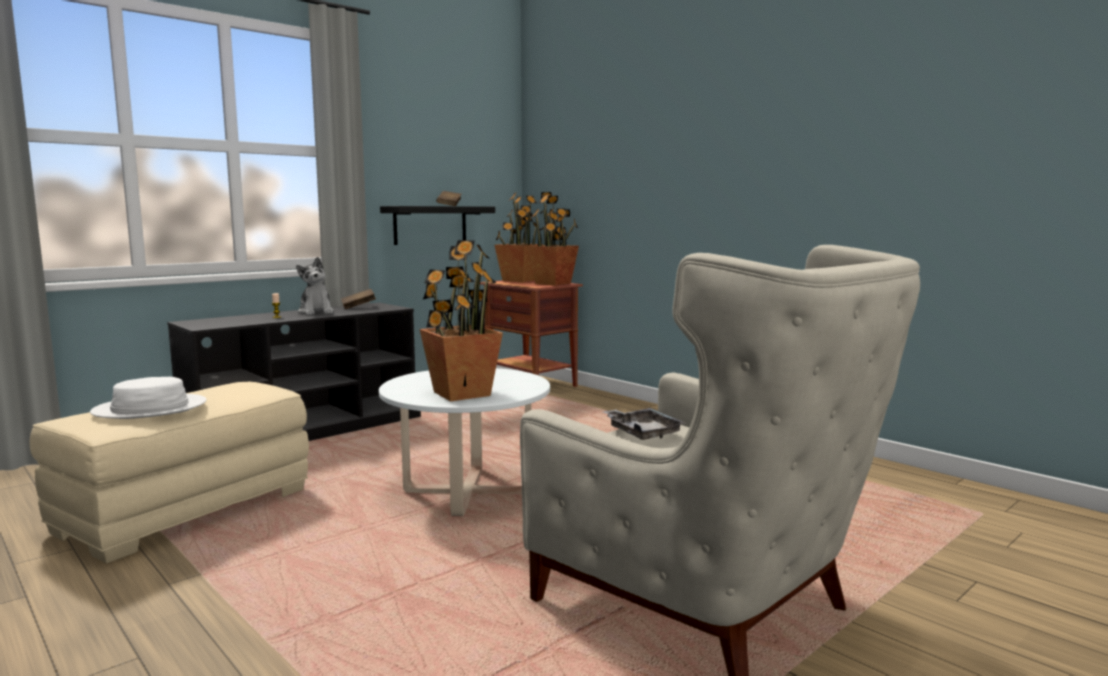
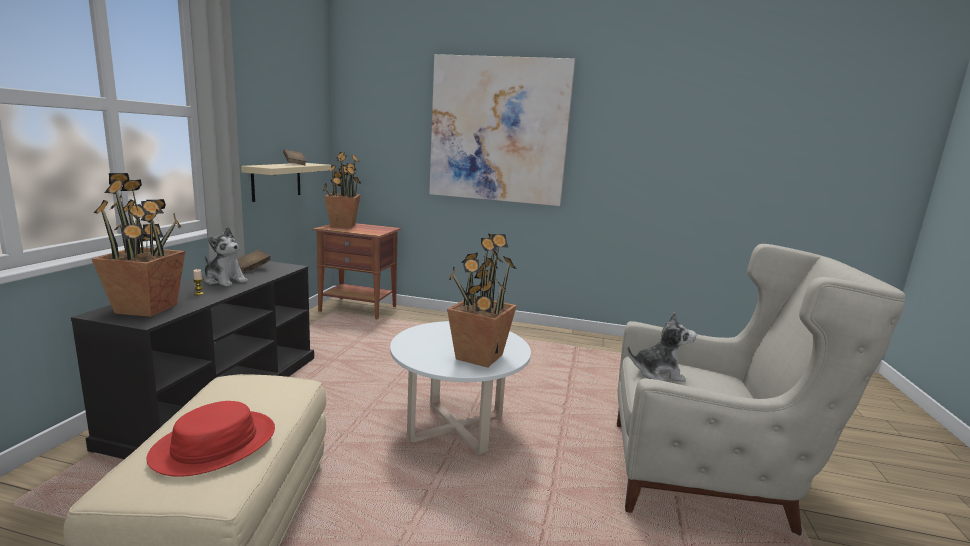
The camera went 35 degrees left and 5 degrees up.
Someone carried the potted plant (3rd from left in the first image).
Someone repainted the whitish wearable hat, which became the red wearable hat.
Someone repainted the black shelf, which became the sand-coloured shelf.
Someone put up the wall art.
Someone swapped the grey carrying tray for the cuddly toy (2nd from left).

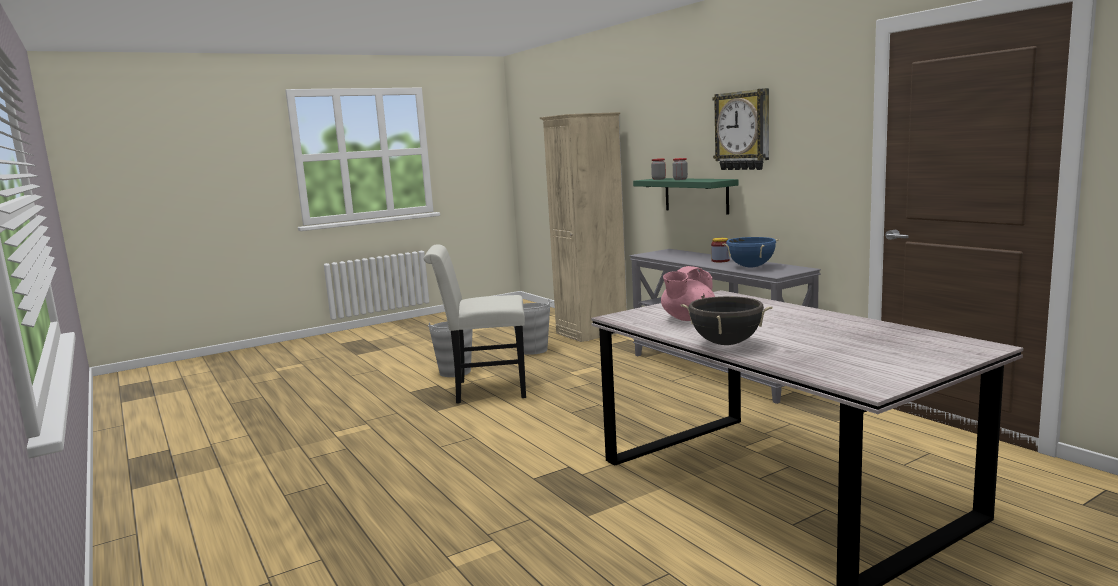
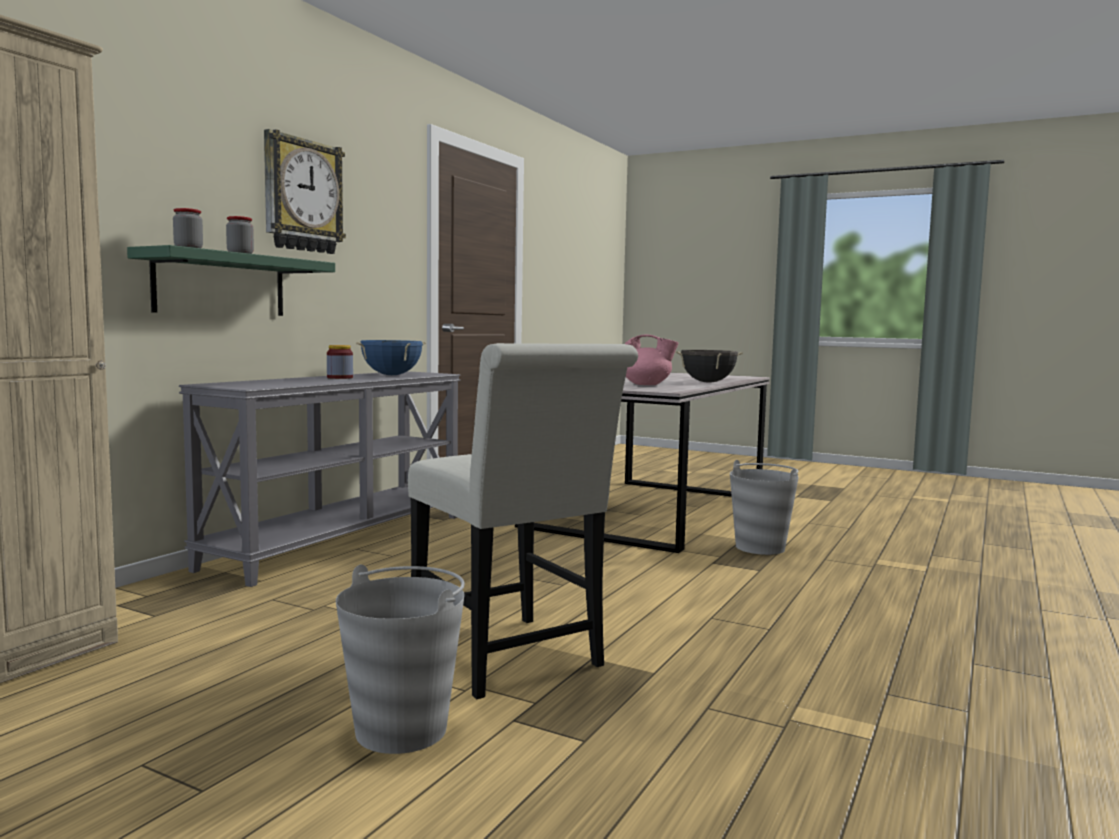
The camera went 120 degrees left and 5 degrees down.
Someone carried the grey water bucket (2nd from left).

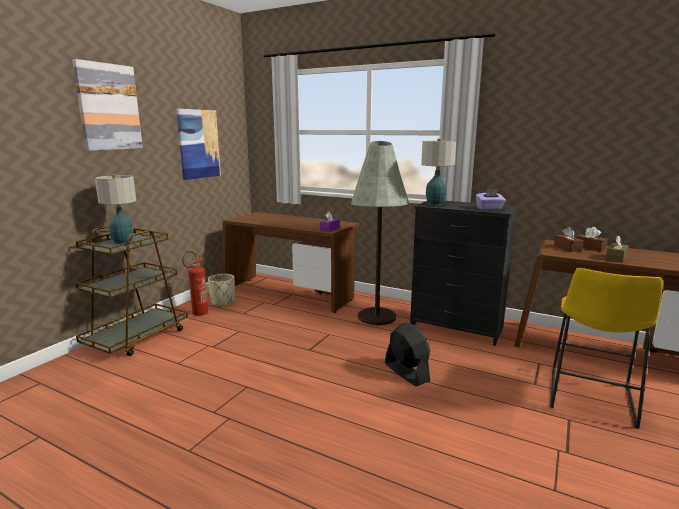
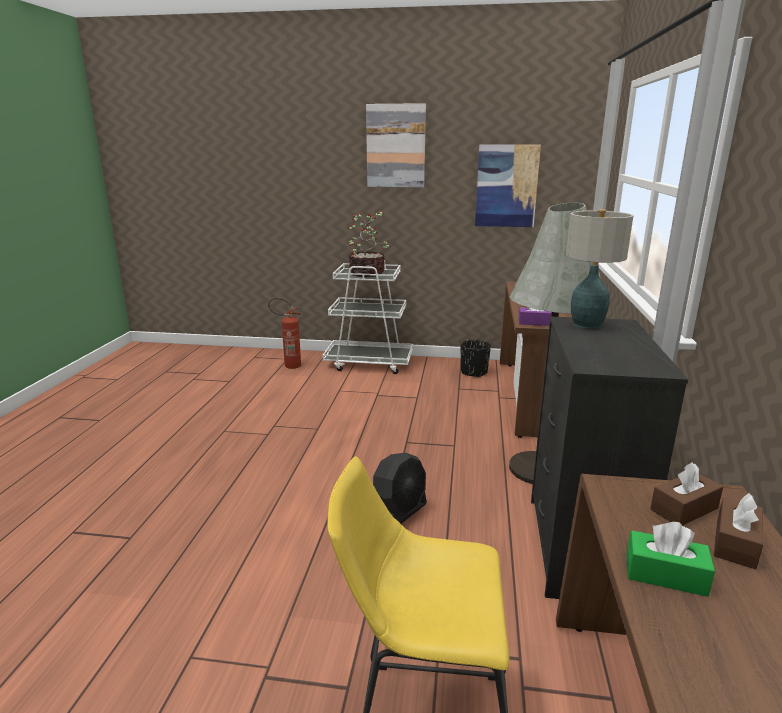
The camera went 70 degrees right and 5 degrees up.
Someone carried the fire extinguisher.
Someone repainted the brown-coloured trolley, which became the whitish trolley.
Someone swapped the lamp for a table (1st from left) for the potted plant.
Someone repainted the sand-coloured flower pot, which became the black flower pot.
Someone repainted the brown-coloured tissue holder (3rd from left), which became the green-coloured tissue holder.
Someone took away the purplish tissue holder (2nd from left).

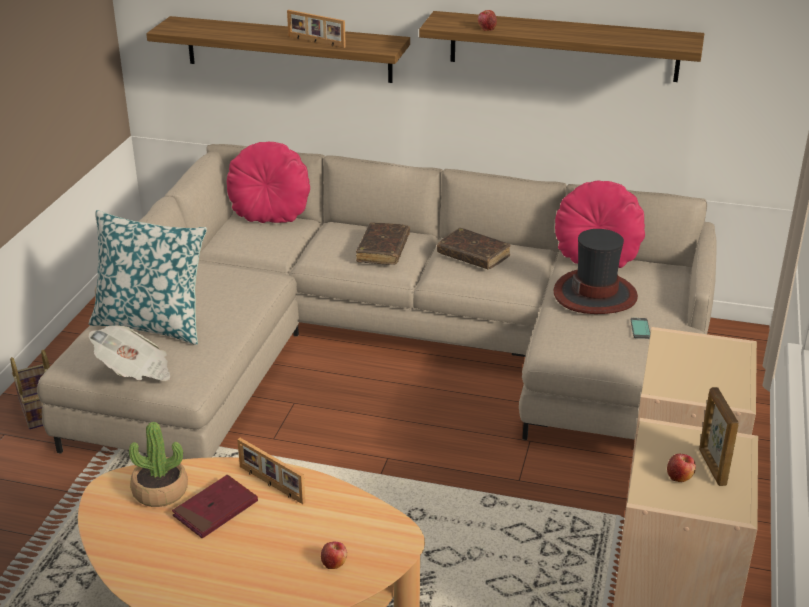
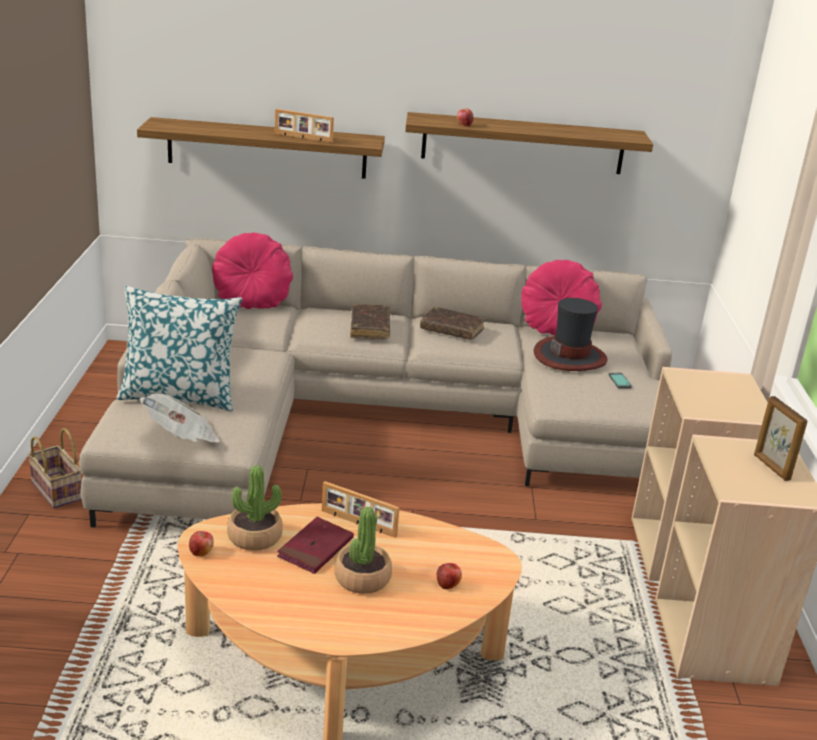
The camera went 15 degrees left and 5 degrees down.
Someone carried the apple fruit (3rd from left in the first image).
Someone put down the potted plant (2nd from left).

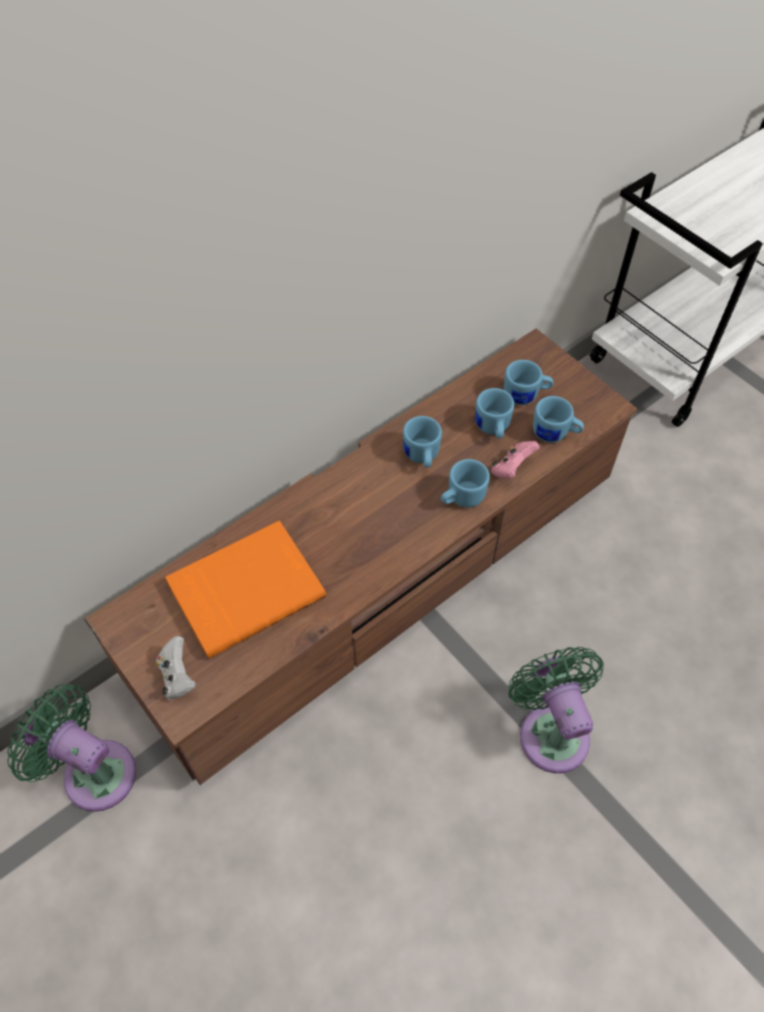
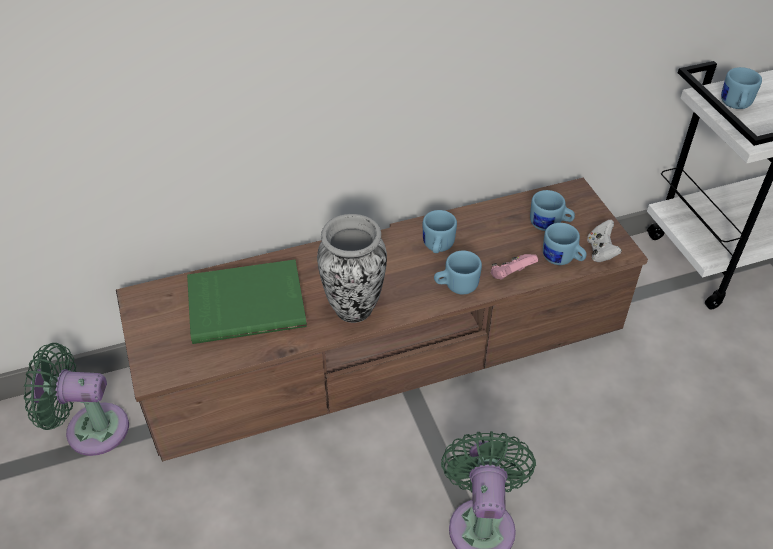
The camera went 20 degrees right and 10 degrees down.
Someone rotated the green-coloured electric fan (1st from left) by 45 degrees counterclockwise.
Someone repainted the orange bound book, which became the green-coloured bound book.
Someone put down the flower vase.
Someone carried the whitish joypad.
Someone carried the blue tea mug (3rd from left in the first image).

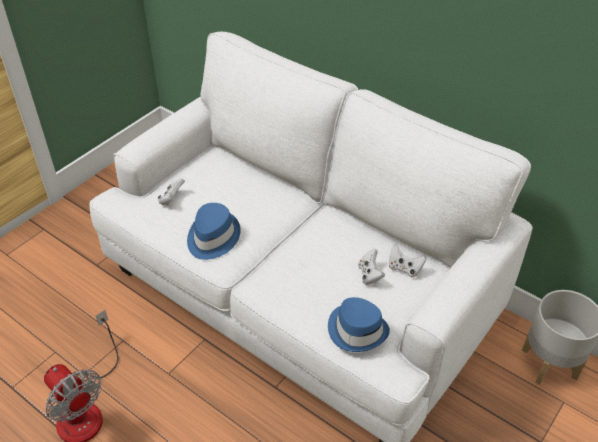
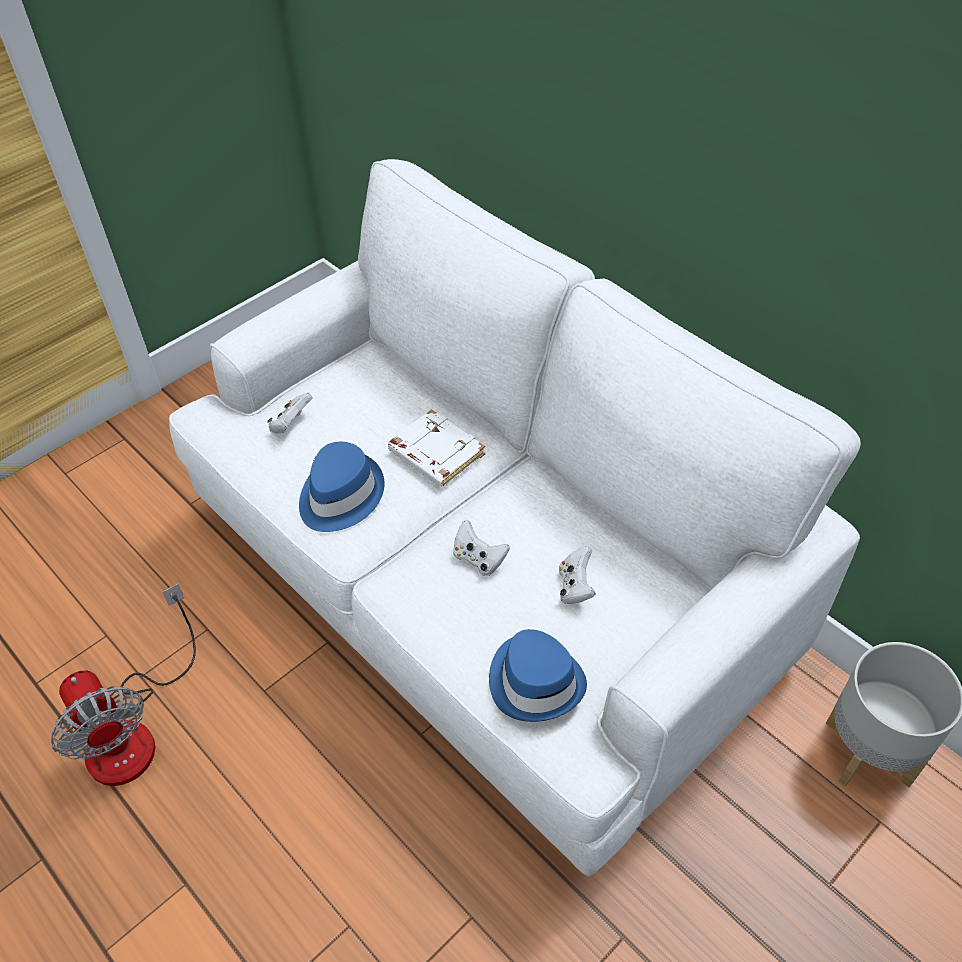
The camera went 10 degrees right and 5 degrees up.
Someone put down the whitish bound book.
Someone carried the whitish joypad (3rd from left in the first image).

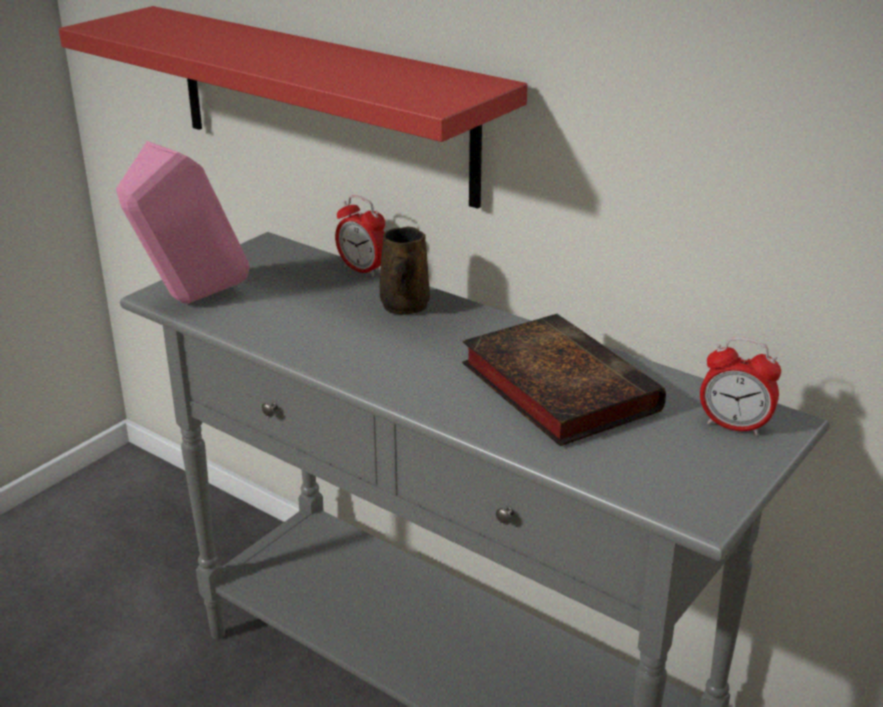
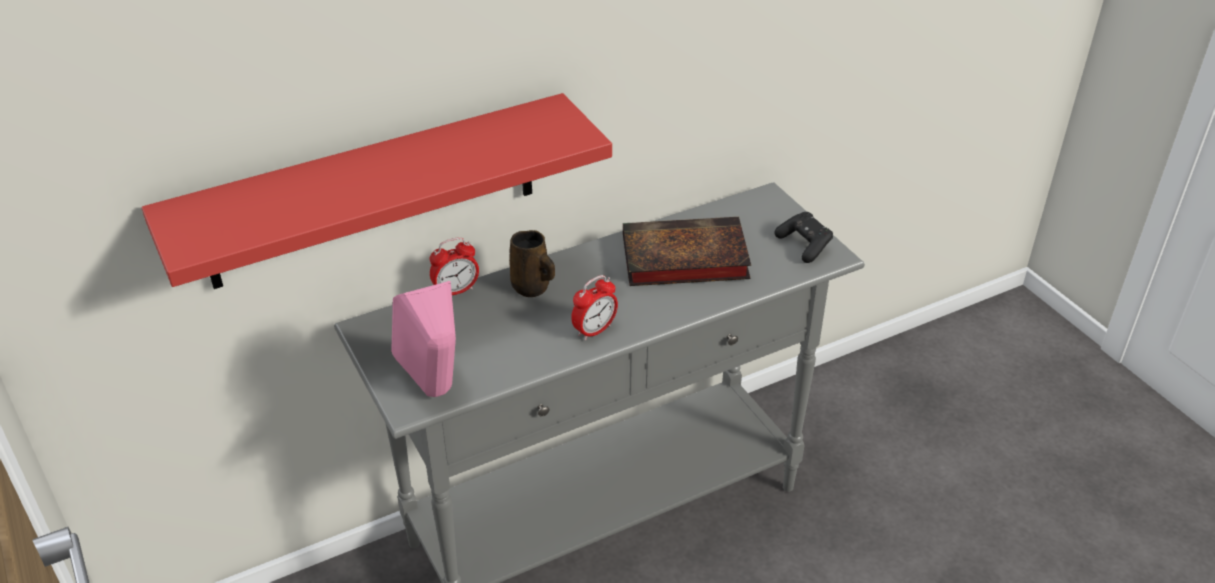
The camera went 65 degrees left and 10 degrees up.
Someone carried the table clock (2nd from left).
Someone put down the black joypad.

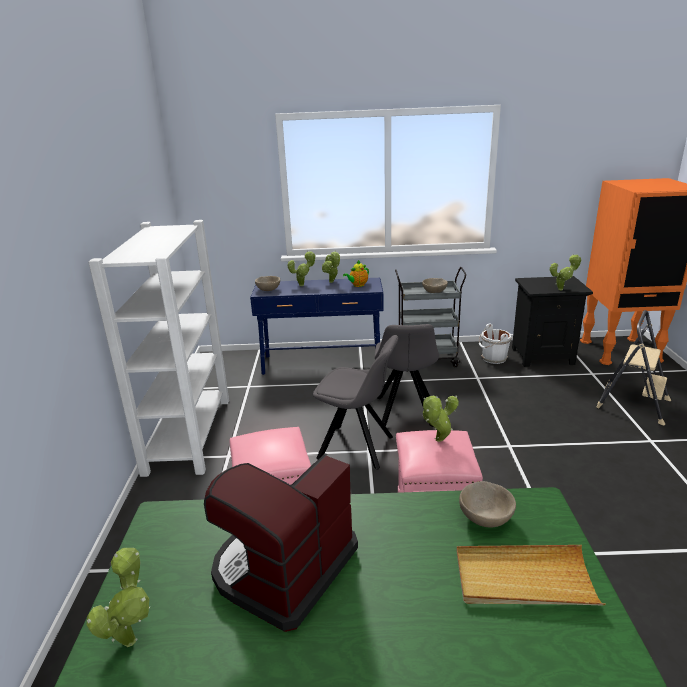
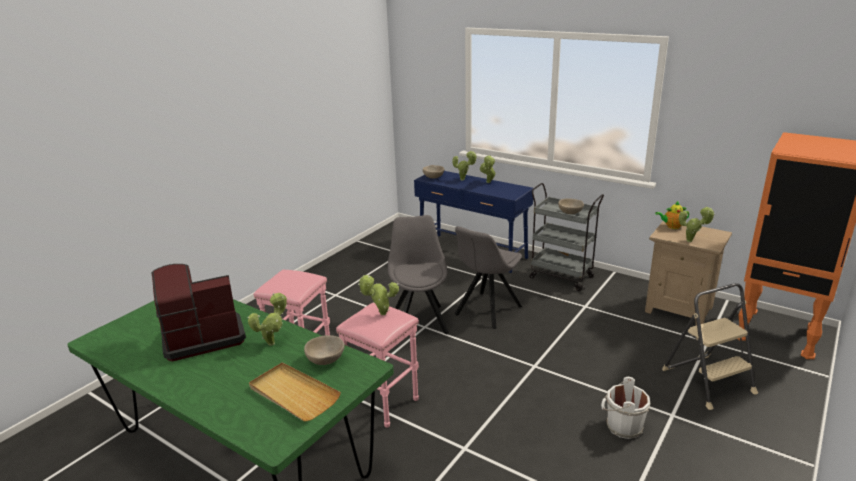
The camera went 35 degrees right and 0 degrees up.
Someone carried the potted plant (1st from left).
Someone rotated the grey upright chair (1st from left) by 150 degrees counterclockwise.
Someone carried the whitish water bucket.
Someone repainted the black nightstand, which became the sand-coloured nightstand.
Someone carried the tea pot.
Someone took away the whitish bookshelf.

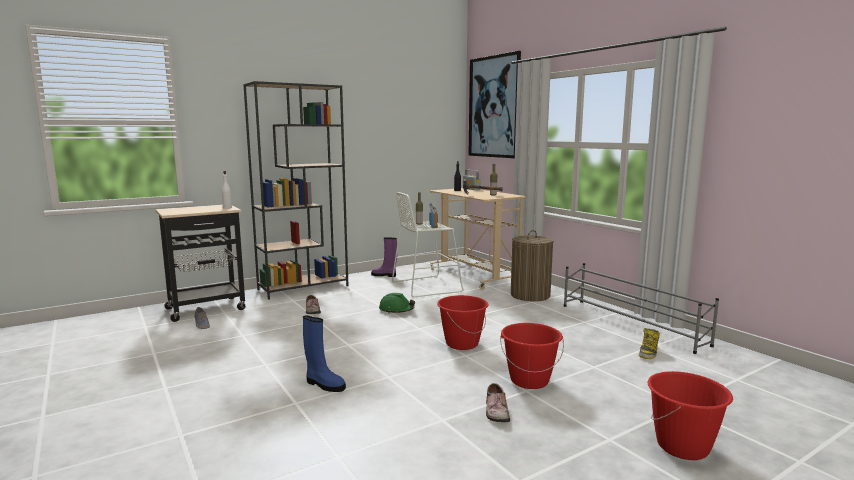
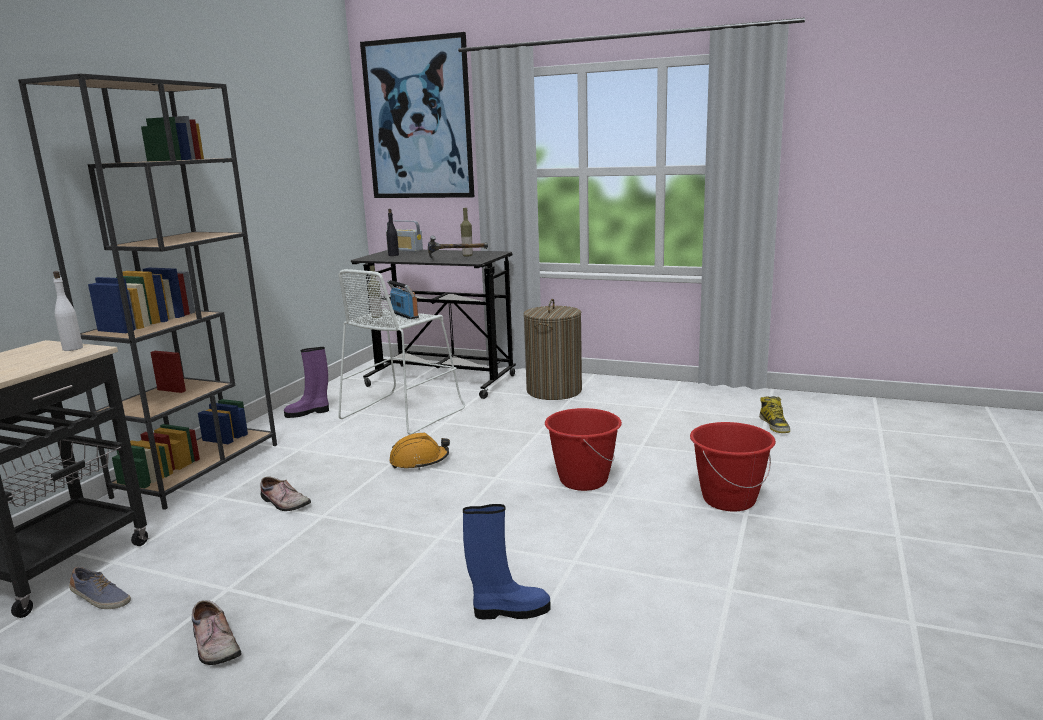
The camera went 35 degrees left and 5 degrees up.
Someone carried the low shoe (3rd from left in the first image).
Someone repainted the sand-coloured desk unit, which became the black desk unit.
Someone repainted the green-coloured work helmet, which became the orange work helmet.
Someone took away the grey shoe rack.
Someone took away the red water bucket (3rd from left).

